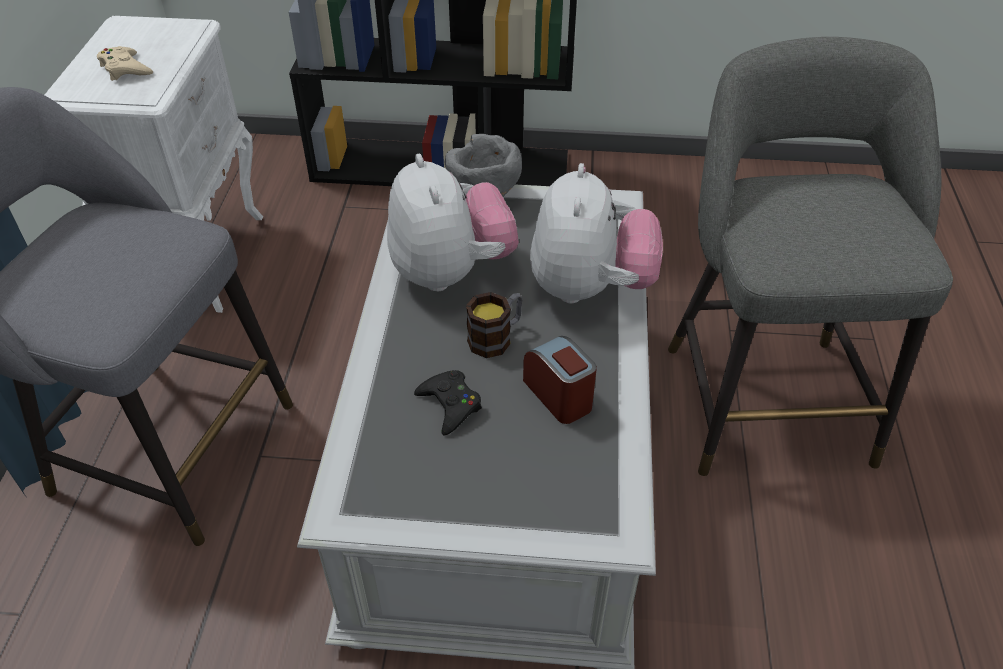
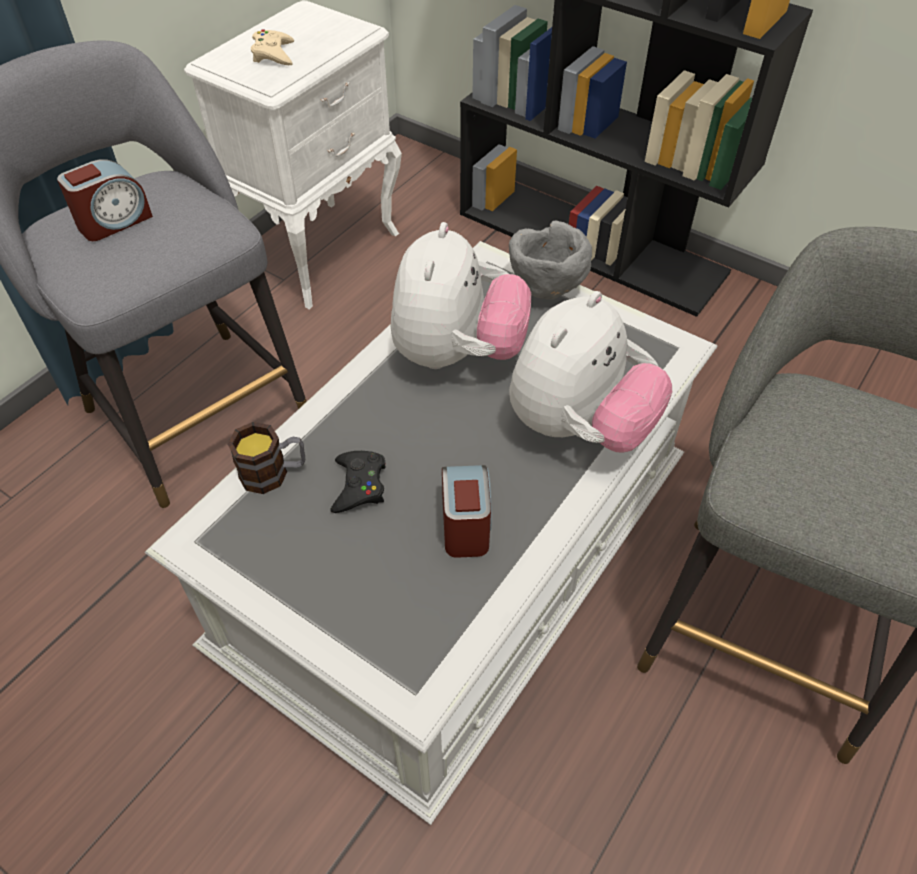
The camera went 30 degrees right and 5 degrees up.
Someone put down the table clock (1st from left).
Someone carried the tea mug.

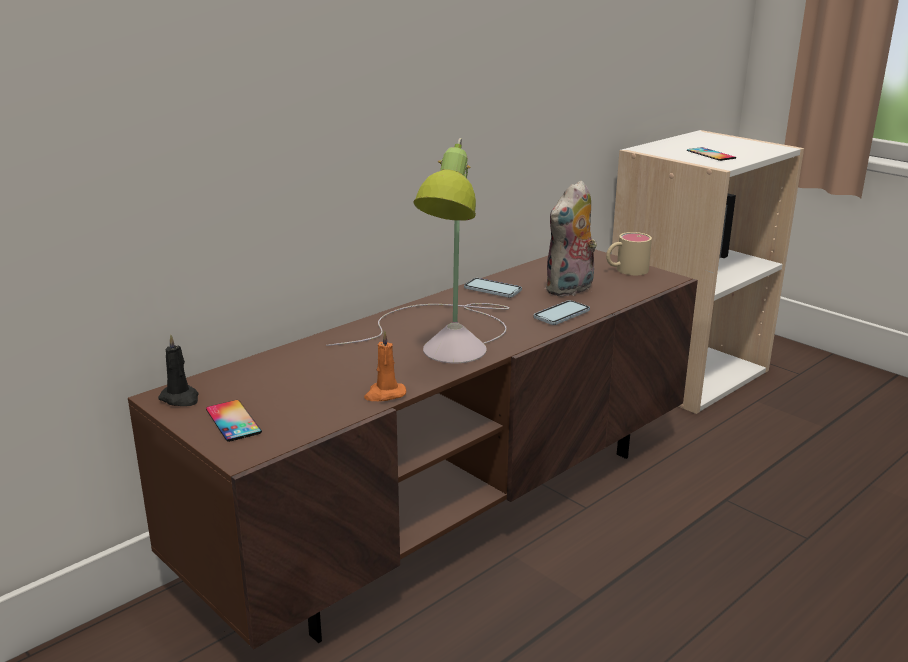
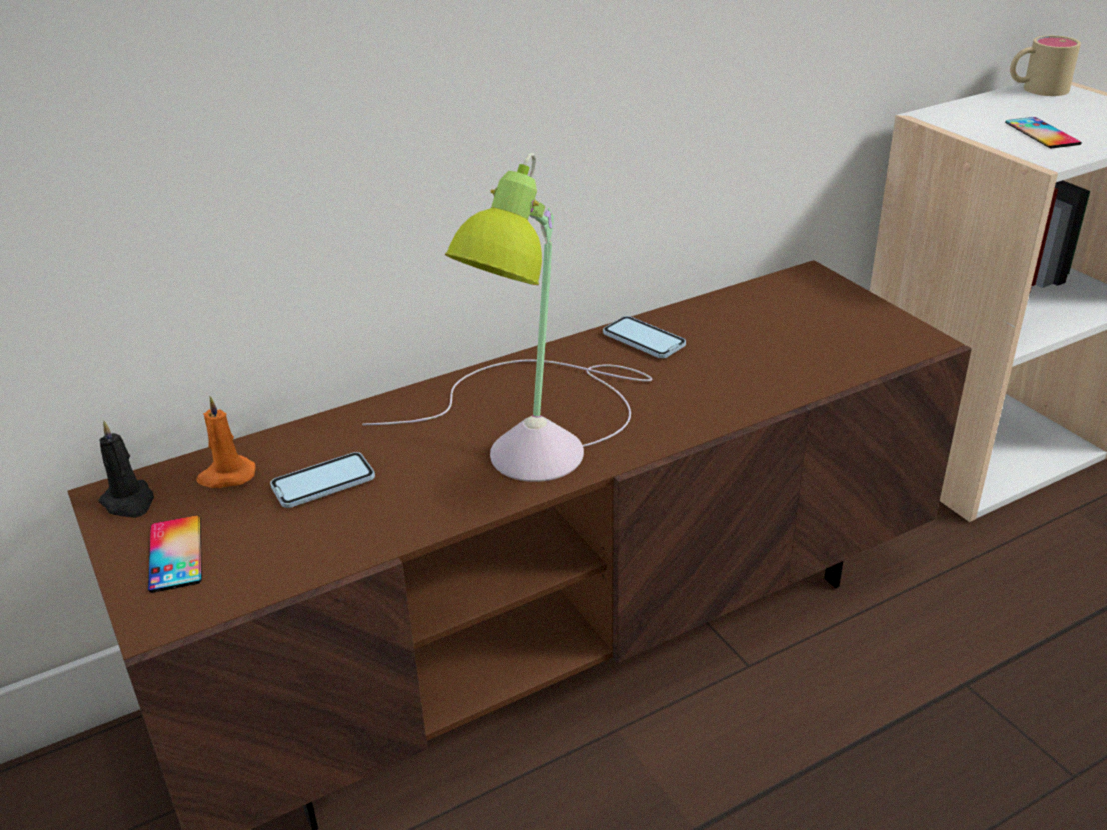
The camera went 15 degrees right and 10 degrees up.
Someone carried the orange wax candle.
Someone carried the phone (3rd from left in the first image).
Someone carried the sand-coloured tea mug.
Someone took away the cuddly toy.

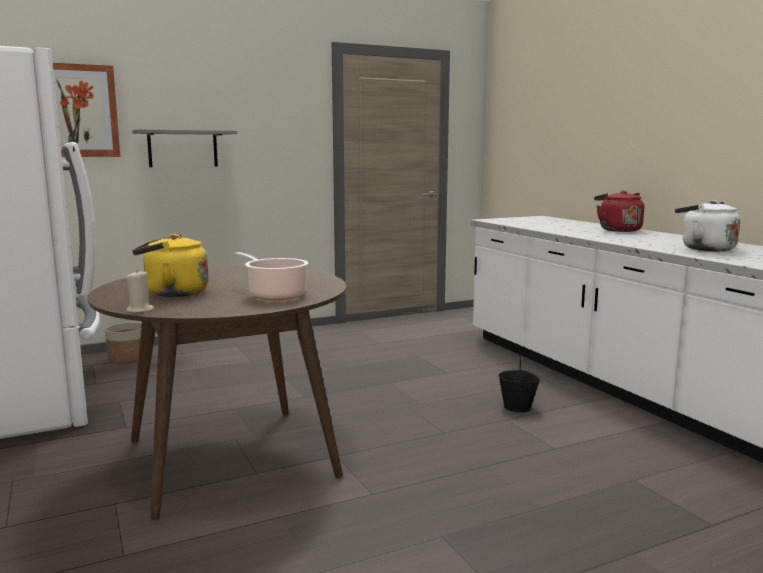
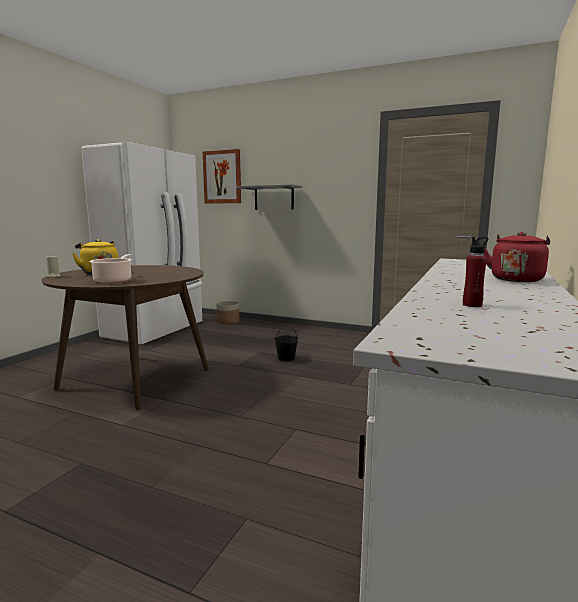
The camera went 50 degrees right and 0 degrees up.
Someone carried the black water bucket.
Someone swapped the whitish tea kettle for the red beverage bottle.

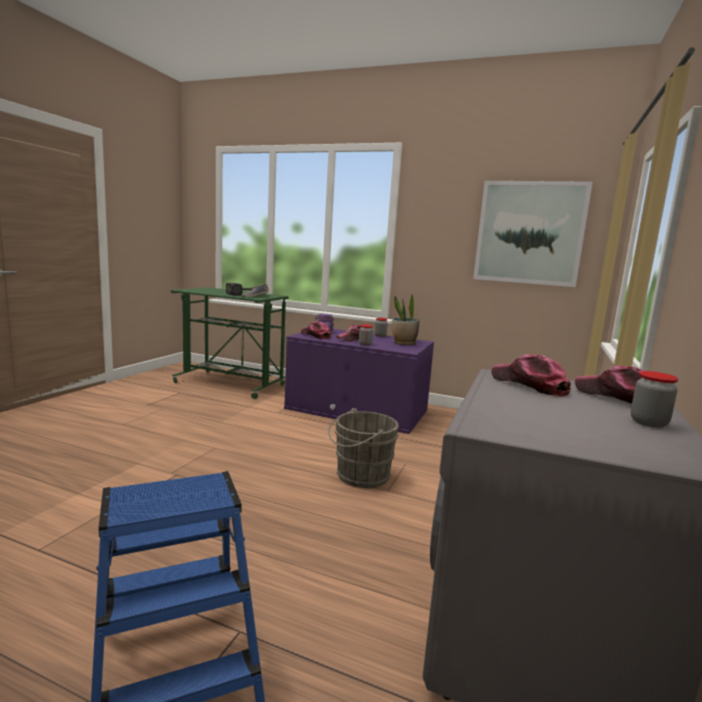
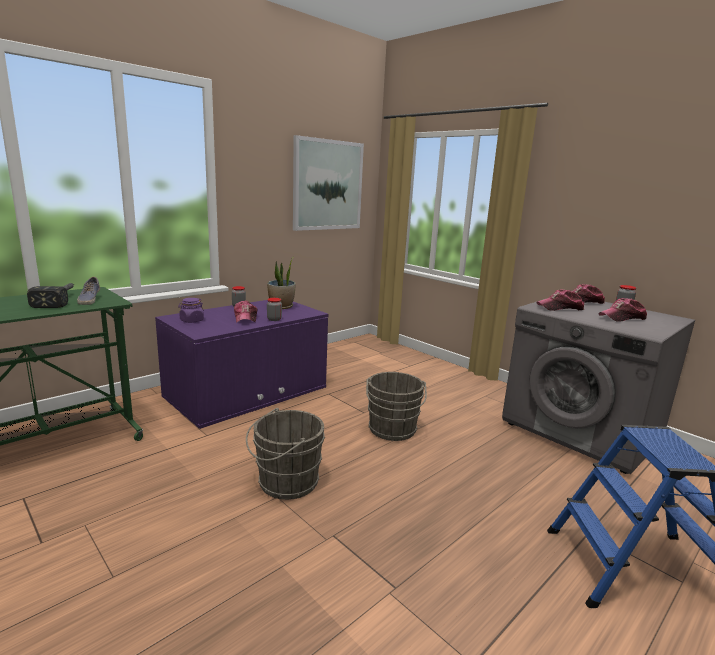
The camera went 65 degrees left and 5 degrees up.
Someone put down the grey water bucket (1st from left).
Someone carried the cap (1st from left in the first image).

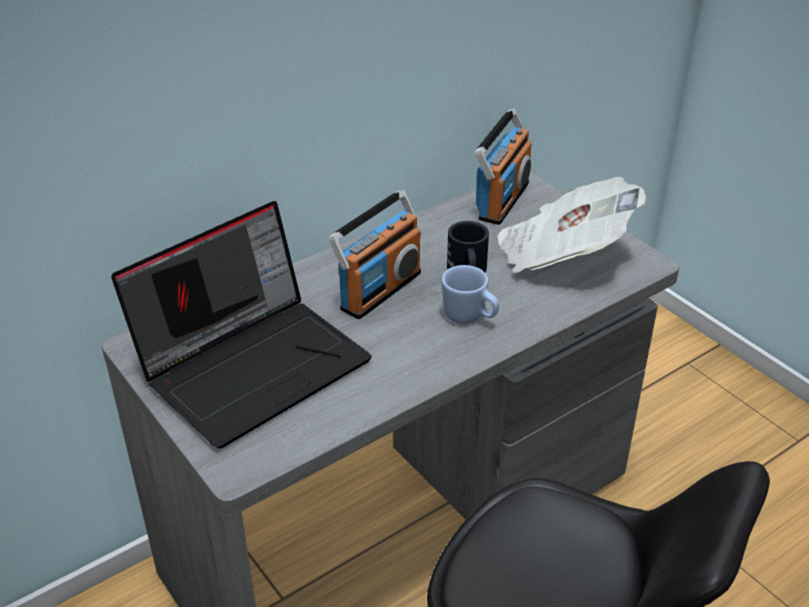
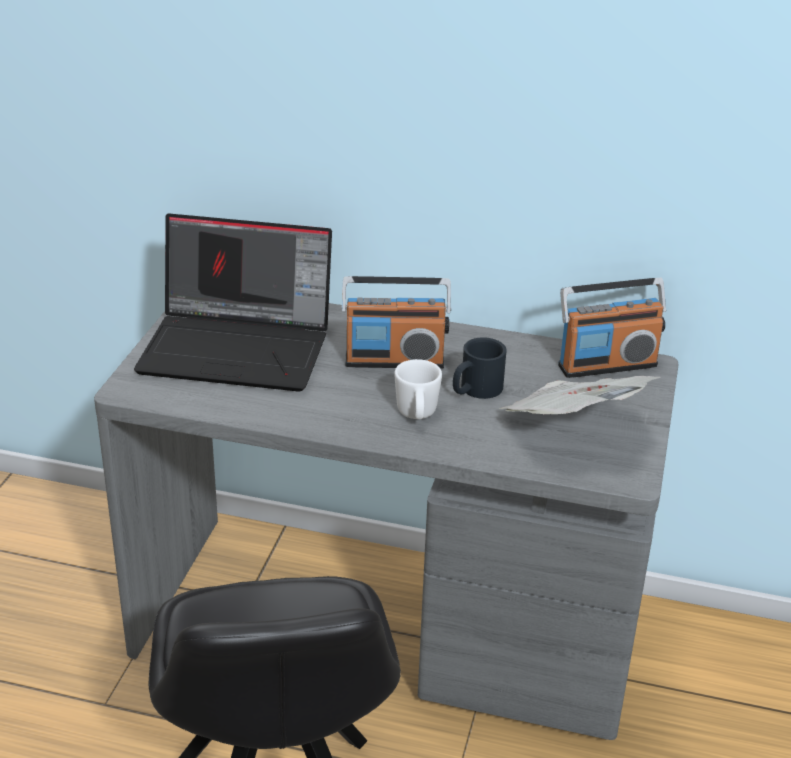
The camera went 50 degrees right and 5 degrees down.
Someone repainted the blue tea mug, which became the whitish tea mug.

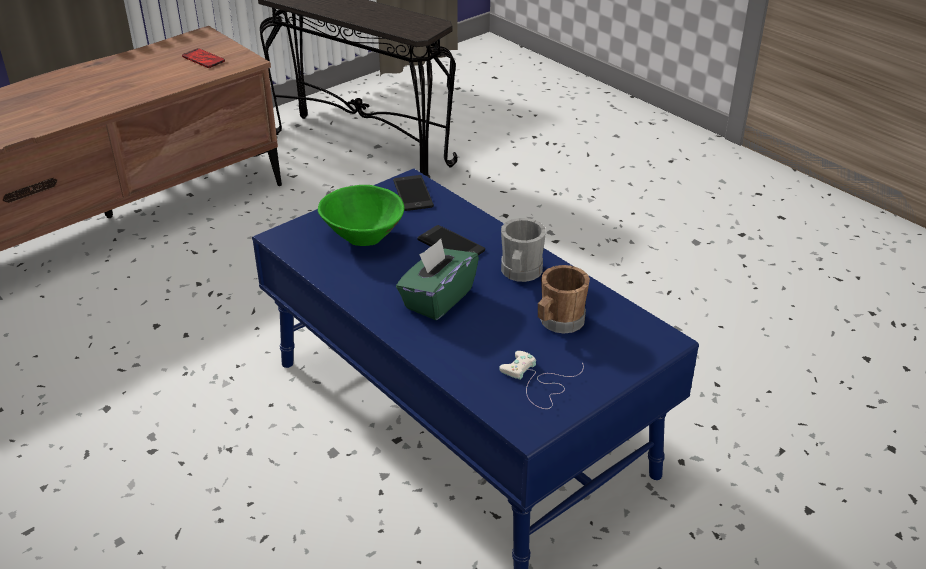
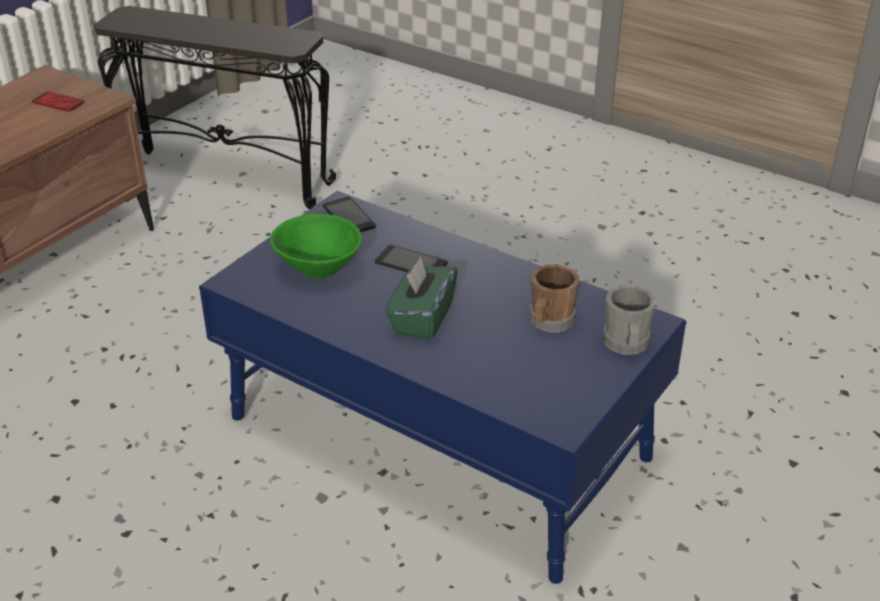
The camera went 15 degrees left and 0 degrees up.
Someone carried the grey tea mug.
Someone took away the whitish joypad.

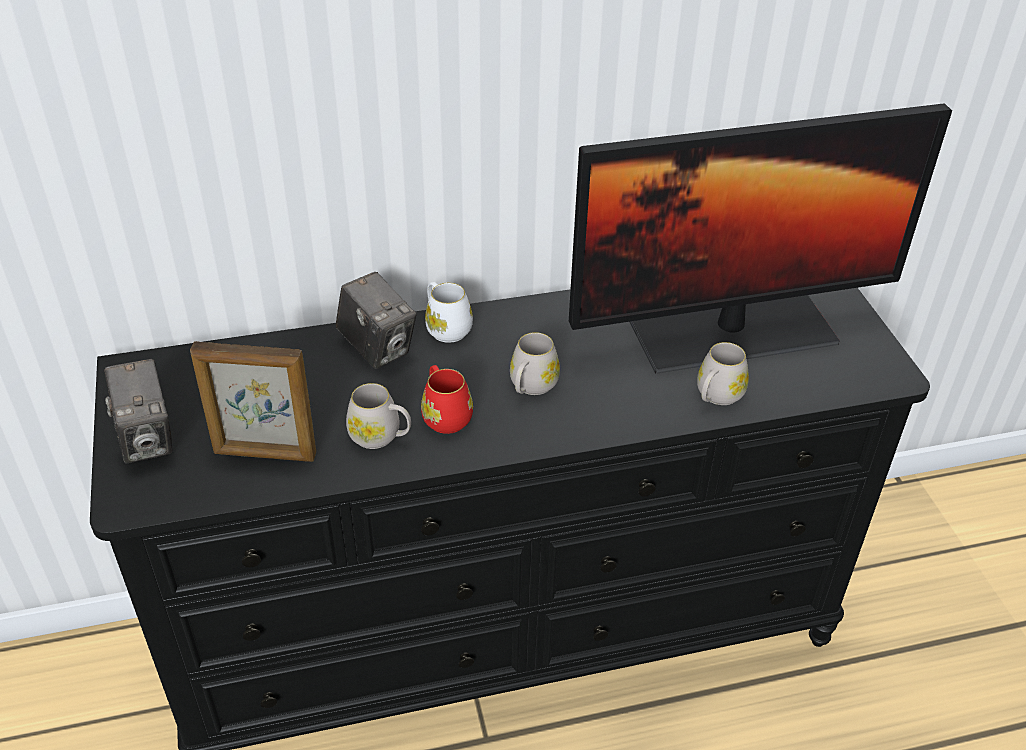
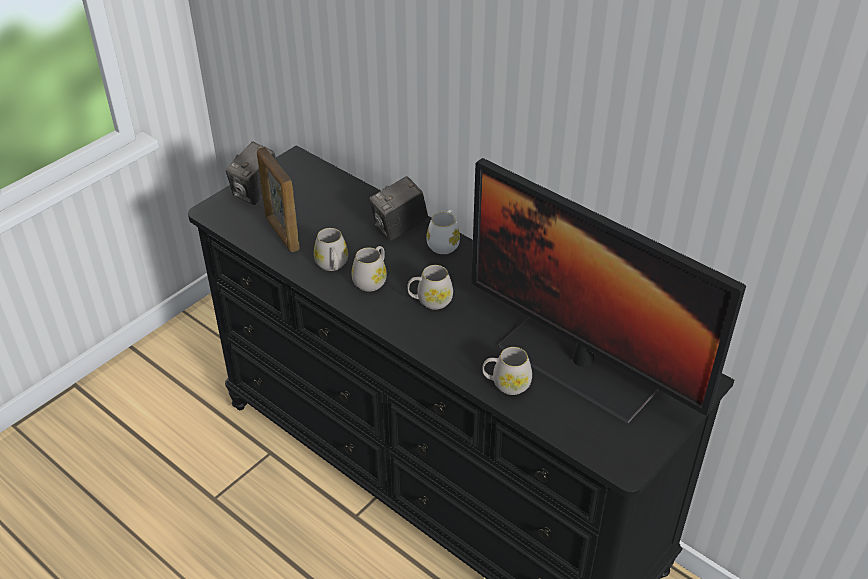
The camera went 55 degrees right and 0 degrees up.
Someone repainted the red tea mug, which became the whitish tea mug (2nd from left).
Someone rotated the still camera (2nd from left) by 45 degrees clockwise.

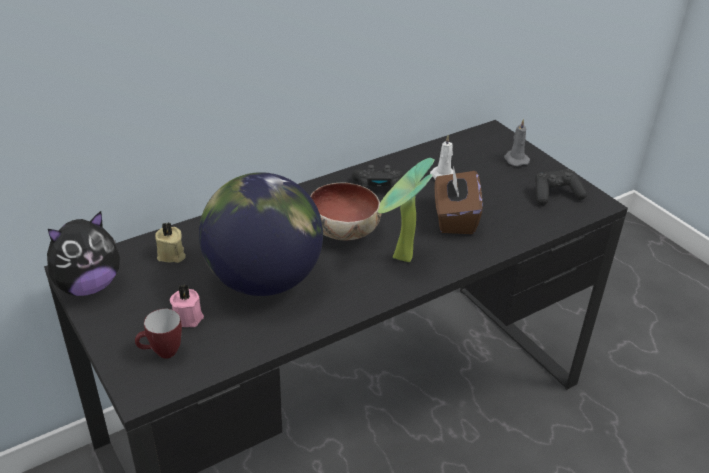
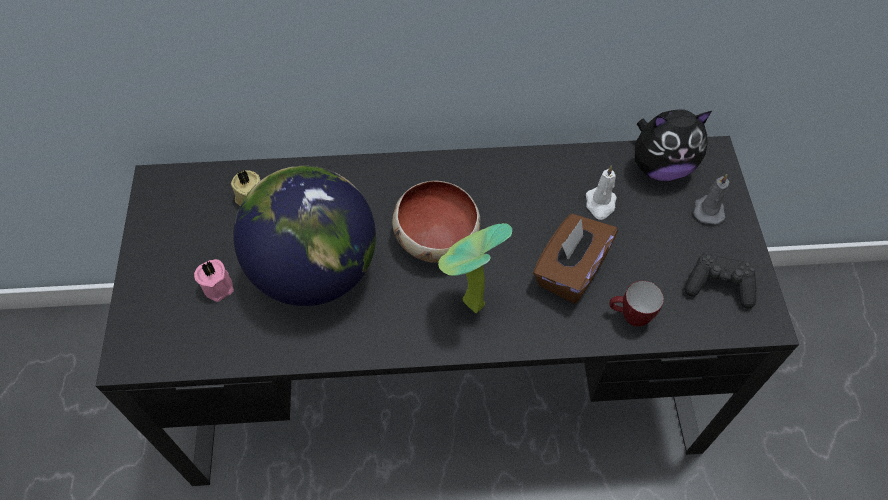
The camera went 30 degrees right and 20 degrees up.
Someone carried the tea mug.
Someone carried the cuddly toy.
Someone took away the black joypad (1st from left).

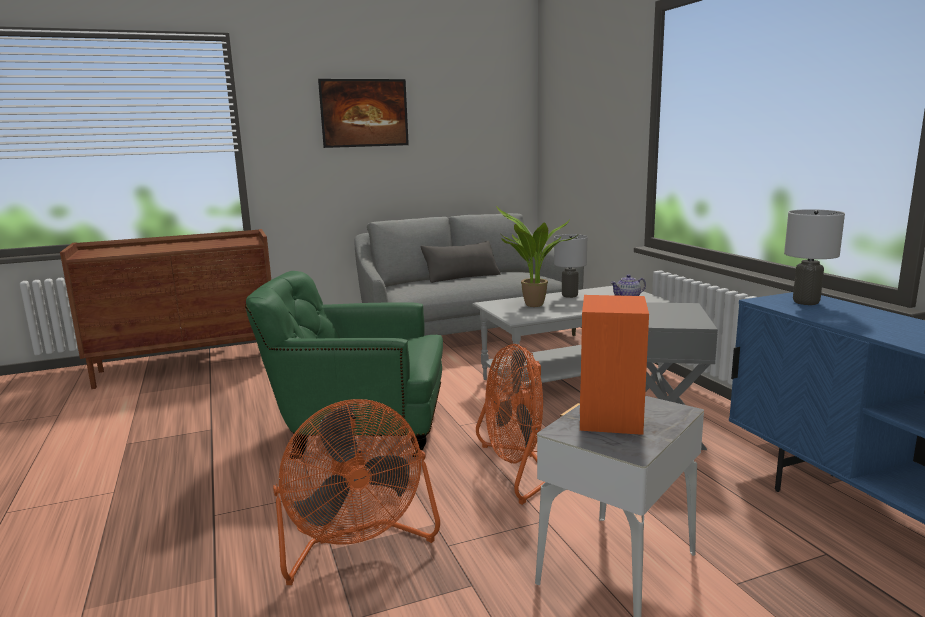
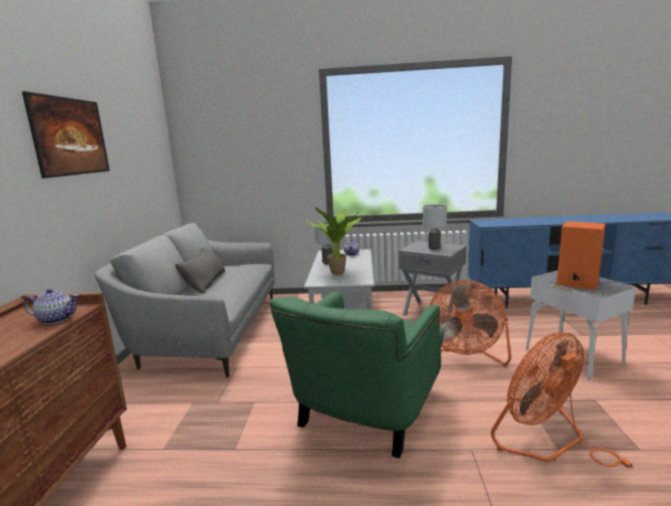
The camera went 65 degrees left and 0 degrees up.
Someone put down the tea pot (1st from left).
Someone carried the whitish lamp for a table (2nd from left).
Someone rotated the orange electric fan (1st from left in the first image) by 120 degrees counterclockwise.

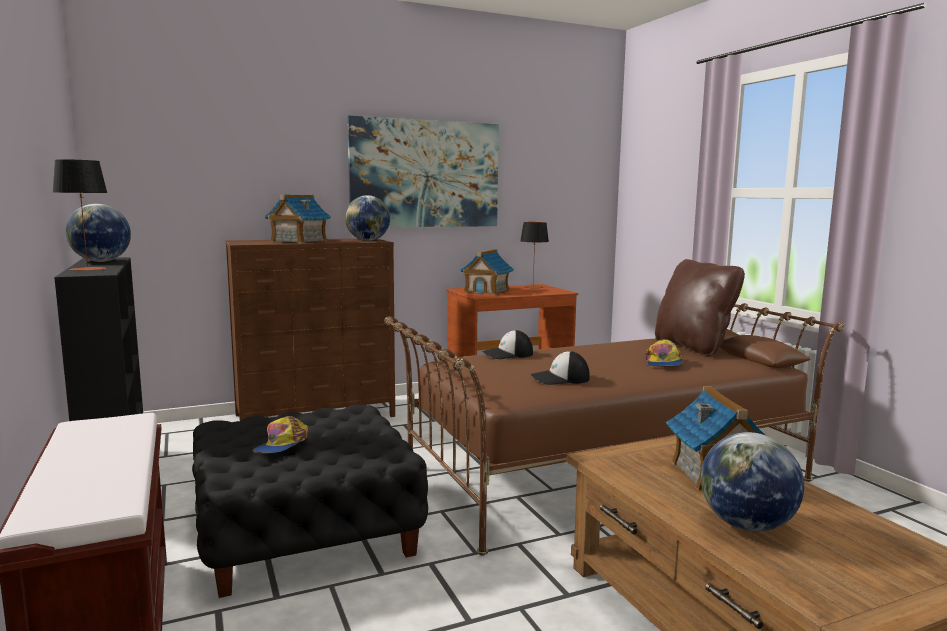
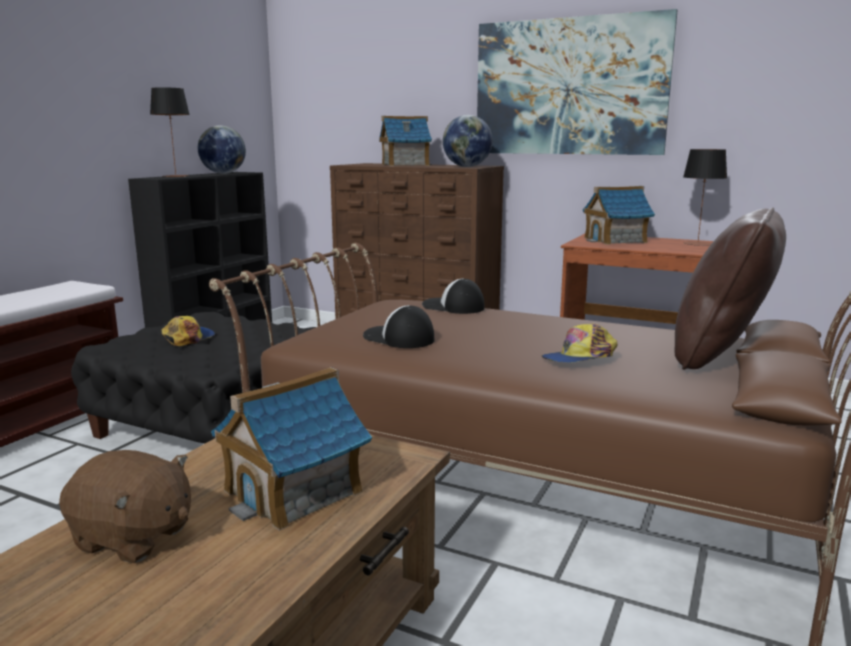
The camera went 50 degrees right and 5 degrees up.
Someone swapped the desk globe (3rd from left) for the brown-coloured cuddly toy.
Someone rotated the cap (1st from left) by 135 degrees clockwise.

